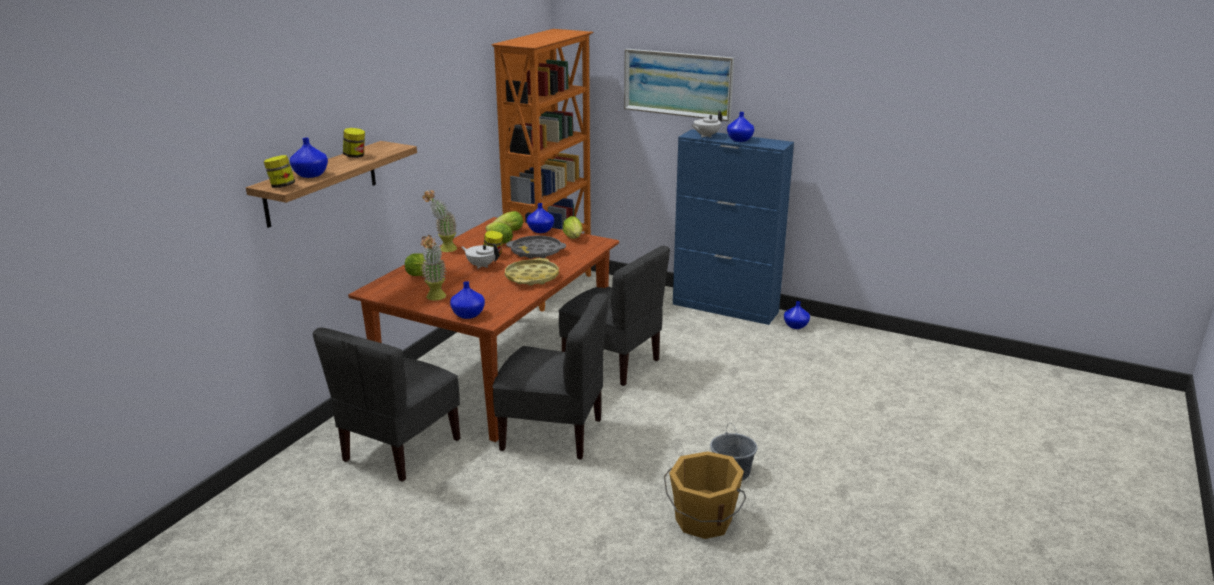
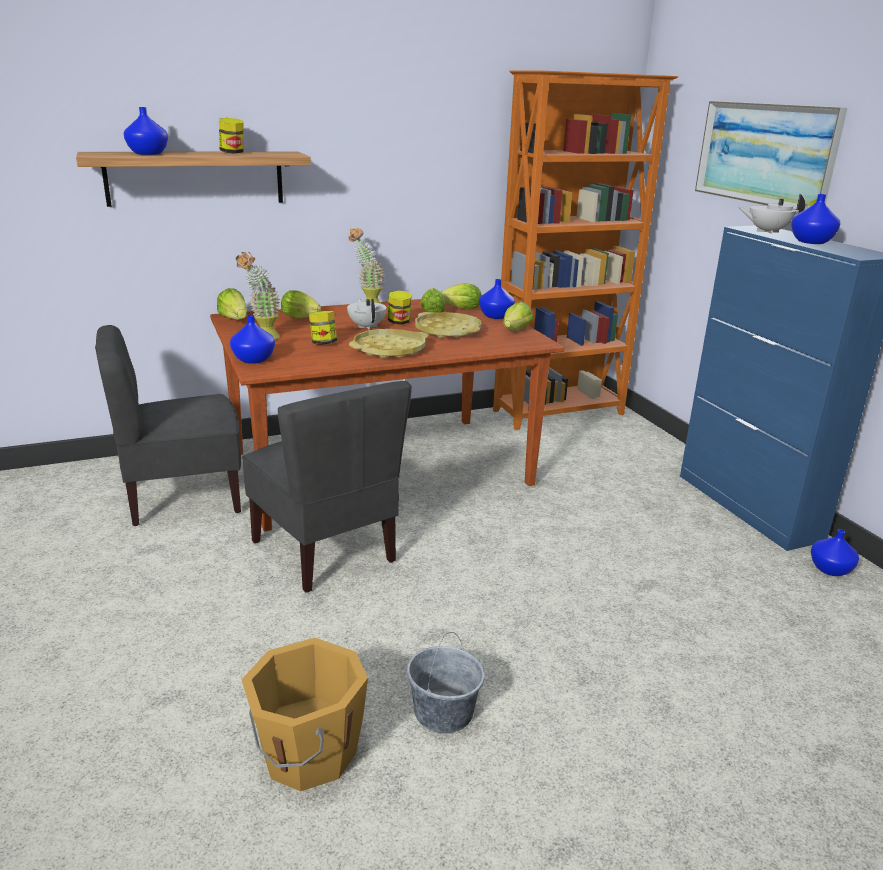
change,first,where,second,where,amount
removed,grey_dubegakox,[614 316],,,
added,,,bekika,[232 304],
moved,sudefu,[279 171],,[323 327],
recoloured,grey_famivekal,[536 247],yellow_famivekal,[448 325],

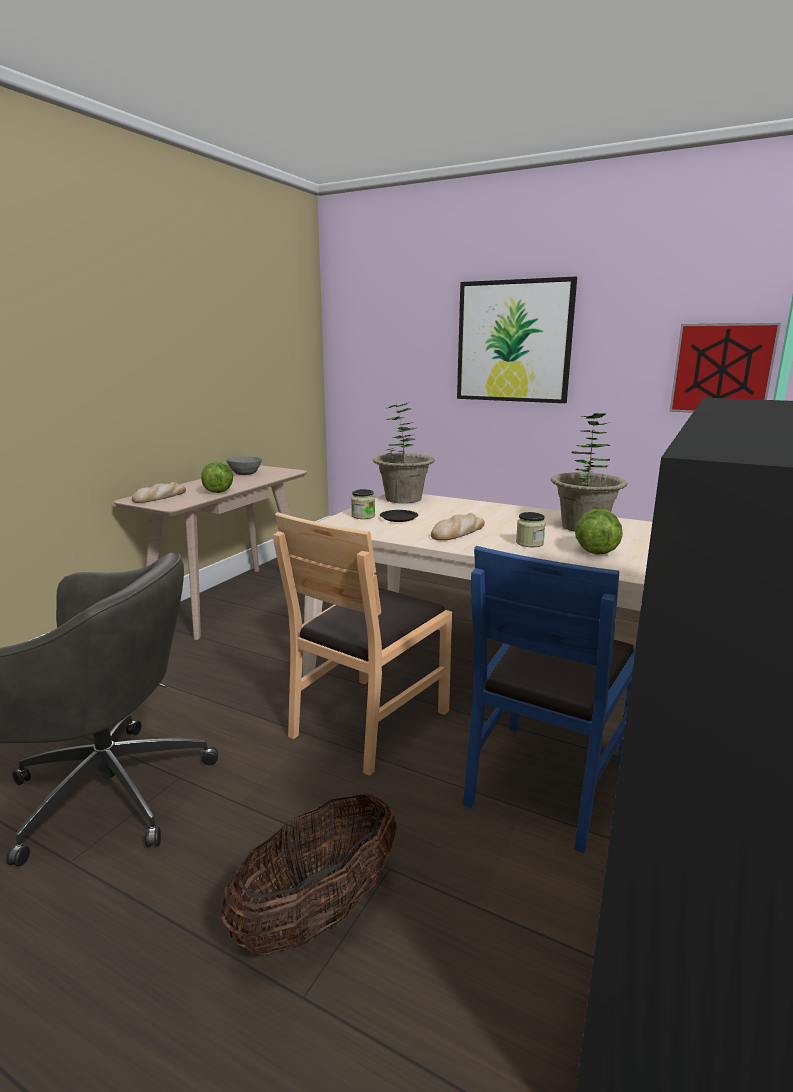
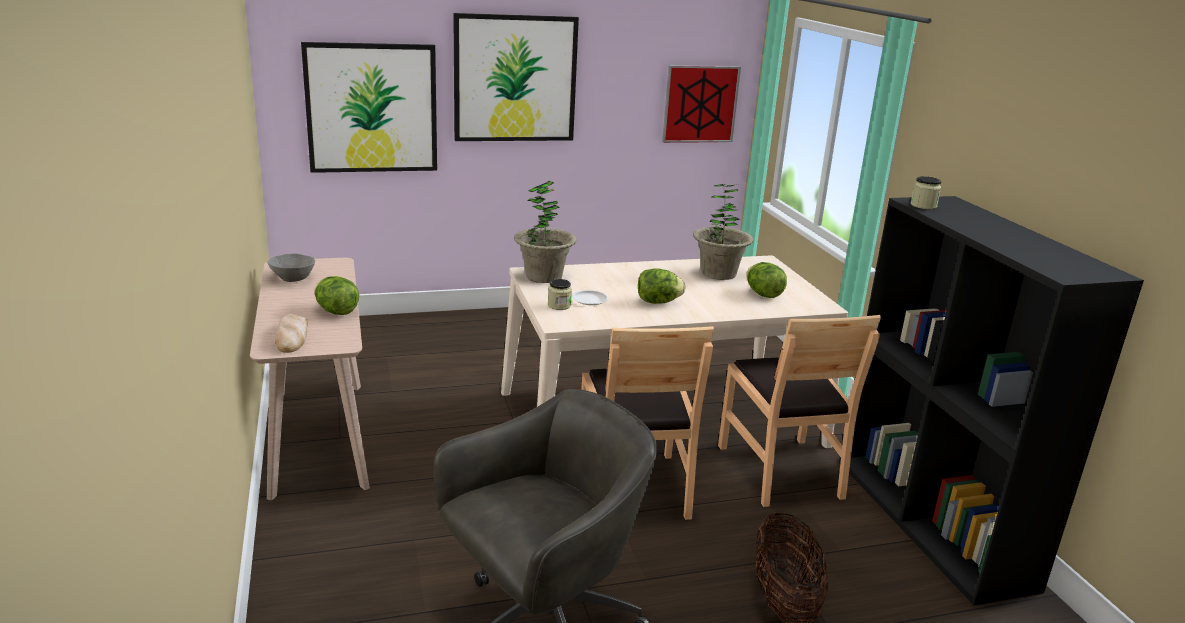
change,first,where,second,where,amount
added,,,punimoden,[369 107],
moved,sudefu,[531 529],,[926 192],
replaced,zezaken,[458 526],bekika,[661 286],
recoloured,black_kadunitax,[399 516],white_kadunitax,[590 297],
recoloured,blue_dubegakox,[549 699],brown_dubegakox,[799 411],

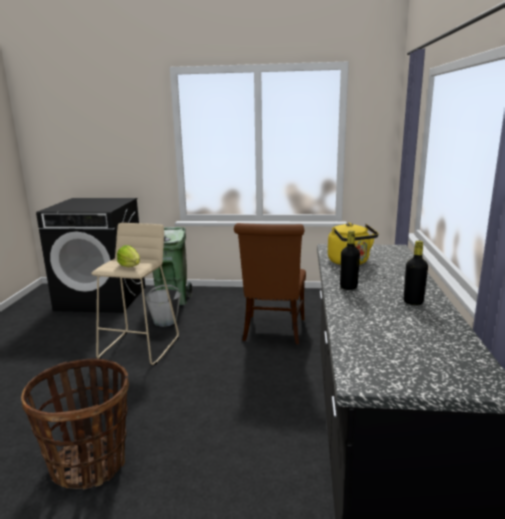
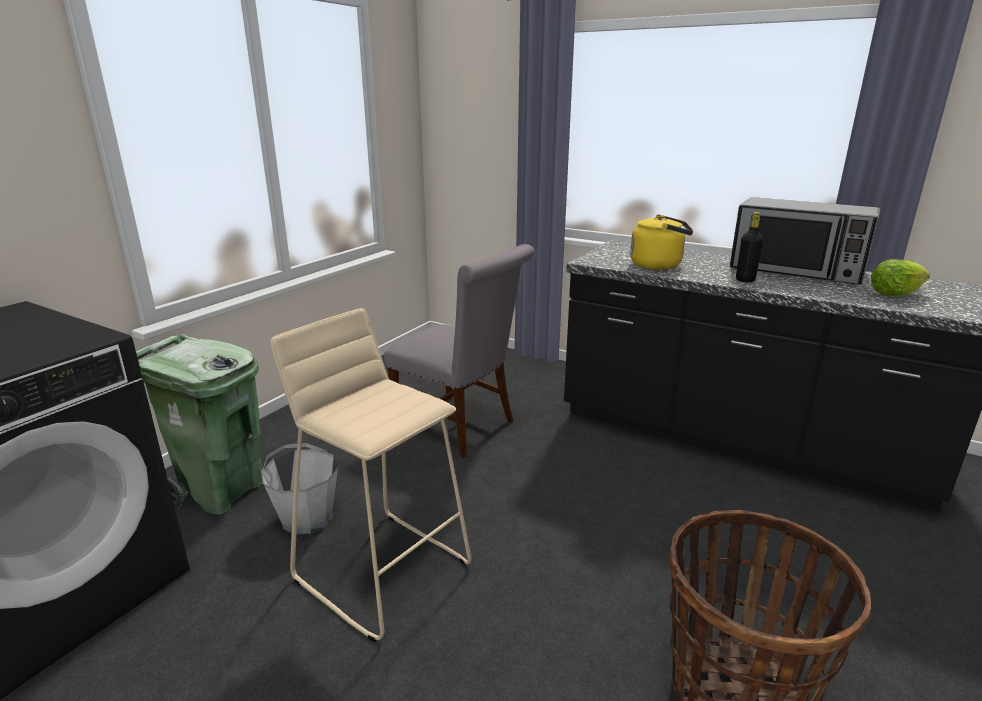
change,first,where,second,where,amount
moved,bekika,[128 256],,[900 277],
replaced,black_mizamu,[416 273],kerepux,[805 241],
recoloured,brown_dubegakox,[270 284],grey_dubegakox,[459 351],

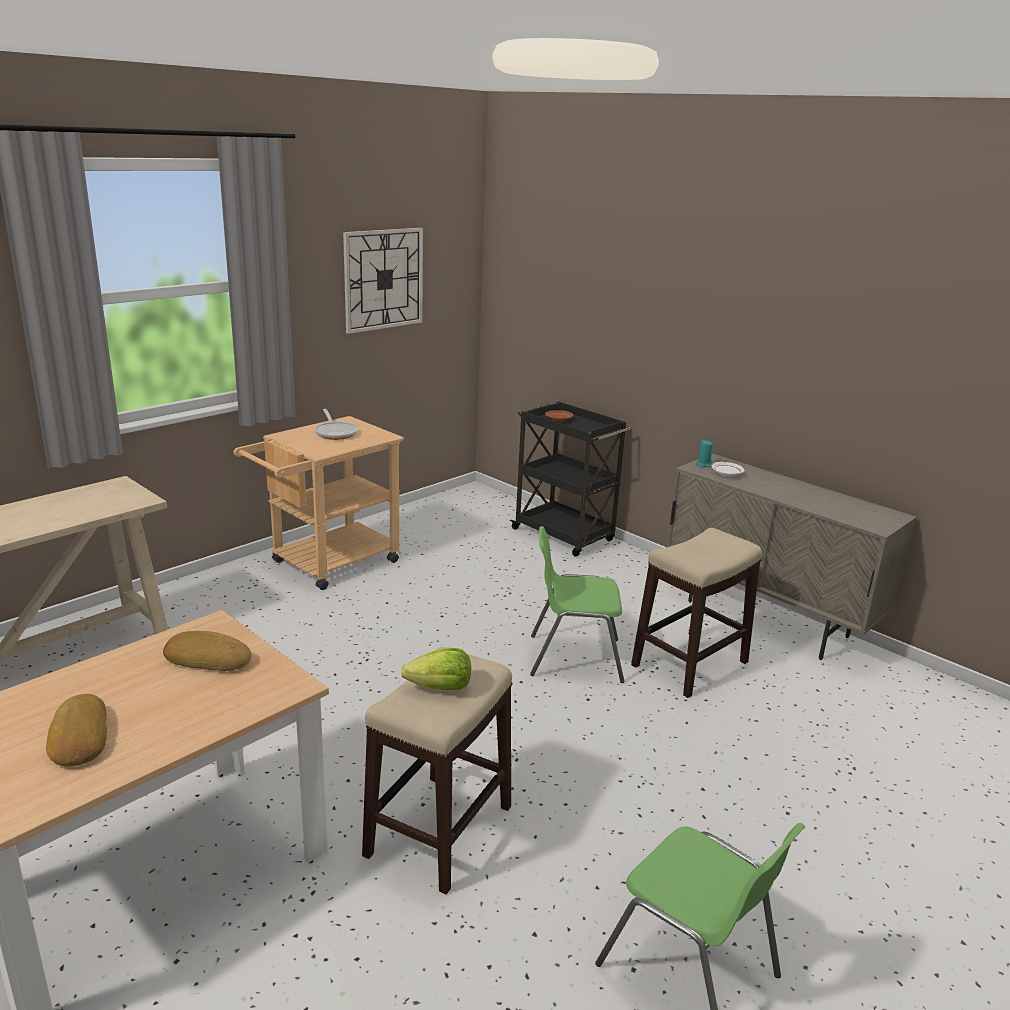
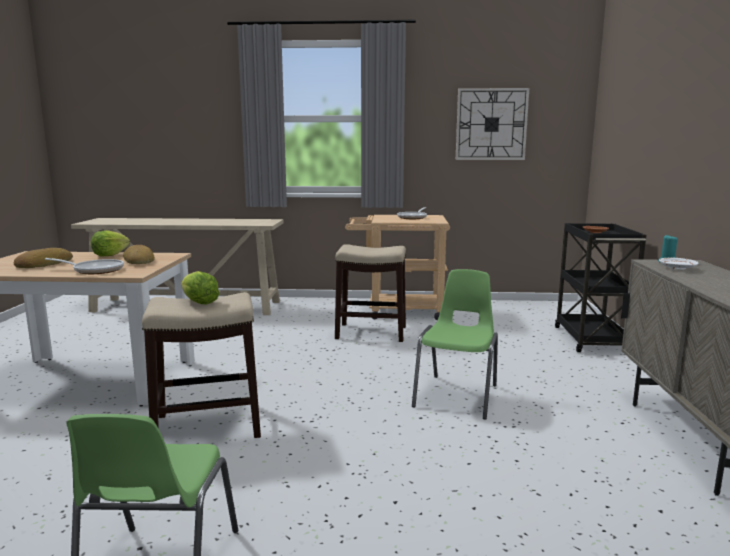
change,first,where,second,where,amount
added,,,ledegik,[84 266],
added,,,bekika,[110 243],
moved,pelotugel,[696 613],,[370 293],
turned,green_dubegakox,[577 604],,[455 344],60 degrees clockwise

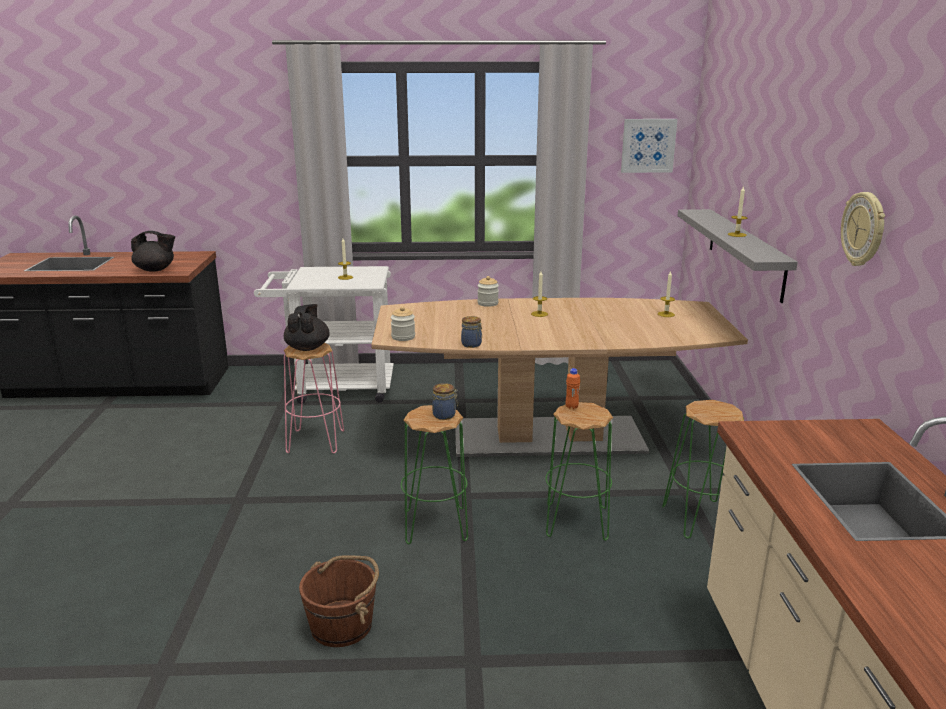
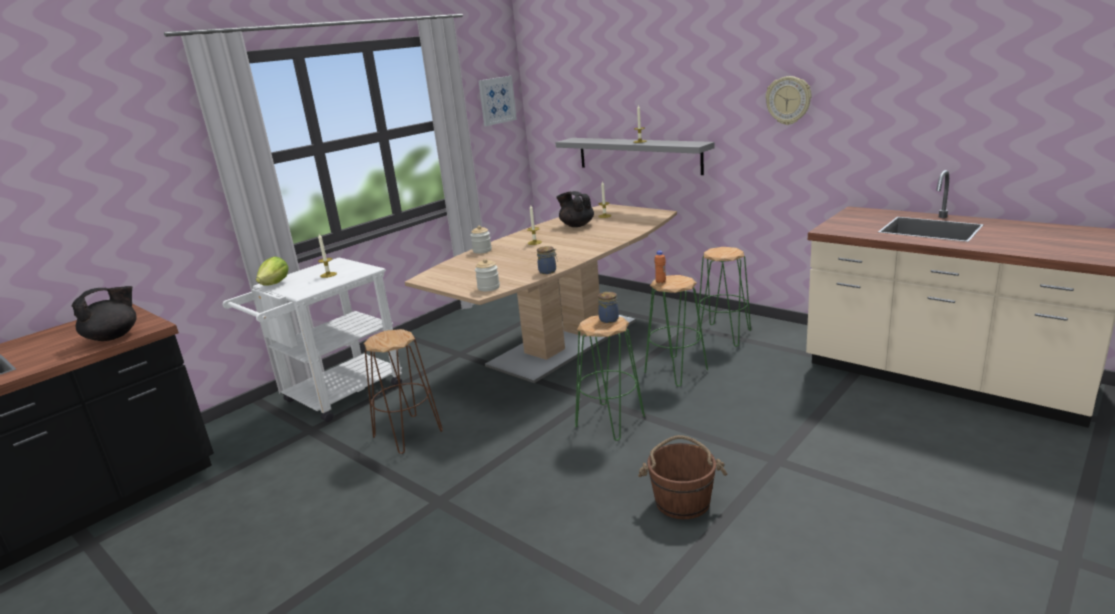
change,first,where,second,where,amount
added,,,bekika,[272 271],
moved,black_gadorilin,[307 327],,[575 209],
recoloured,pink_pelotugel,[314 398],brown_pelotugel,[403 391],

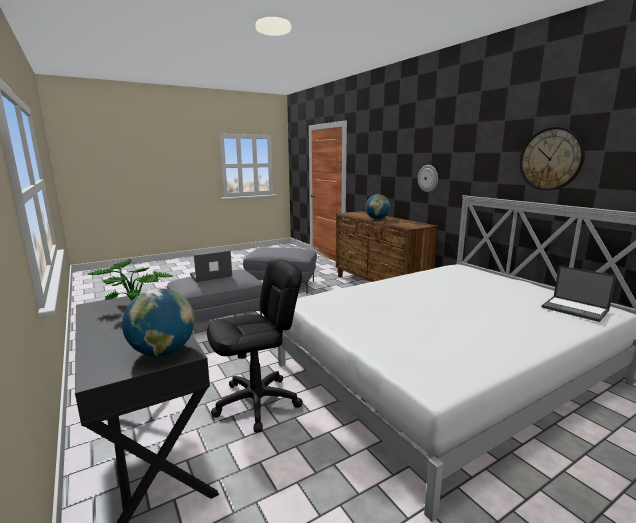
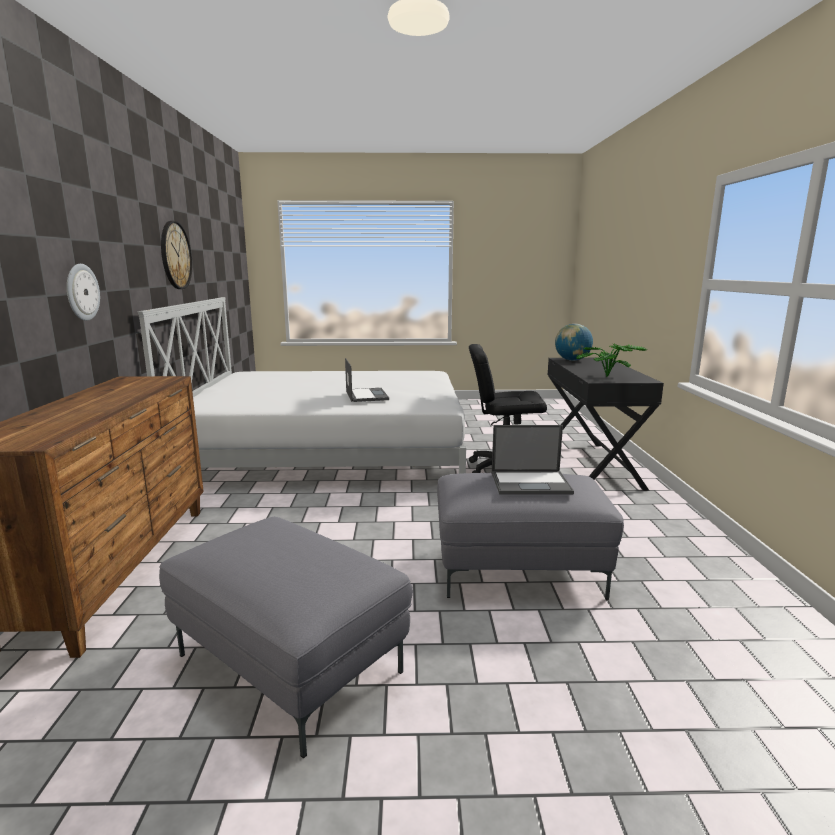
change,first,where,second,where,amount
removed,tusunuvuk,[377 206],,,
moved,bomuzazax,[578 294],,[367 380],

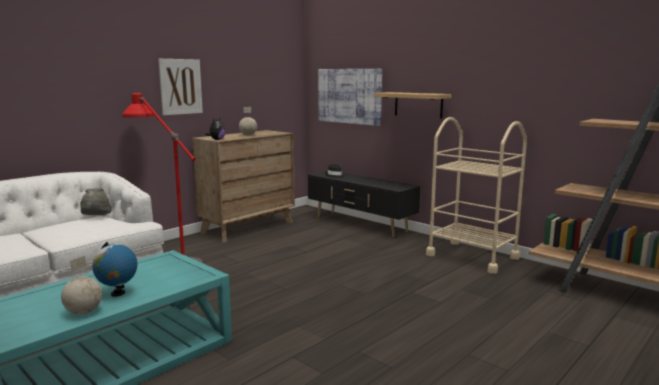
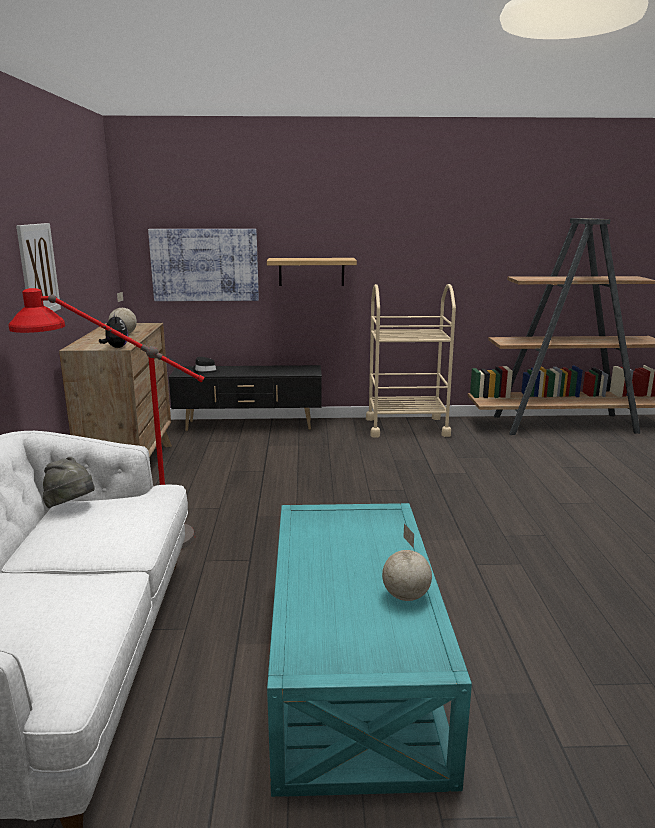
change,first,where,second,where,amount
removed,tusunuvuk,[114 269],,,

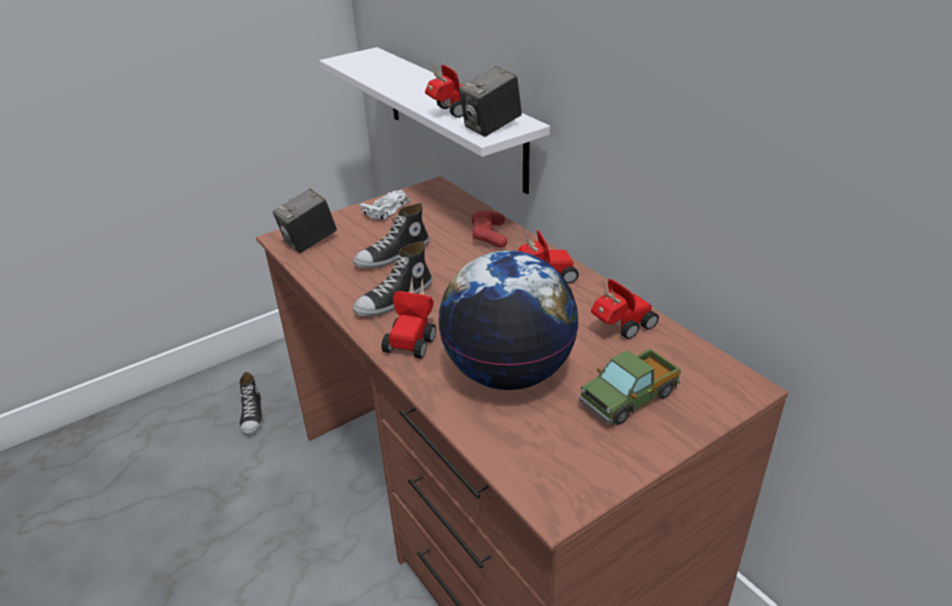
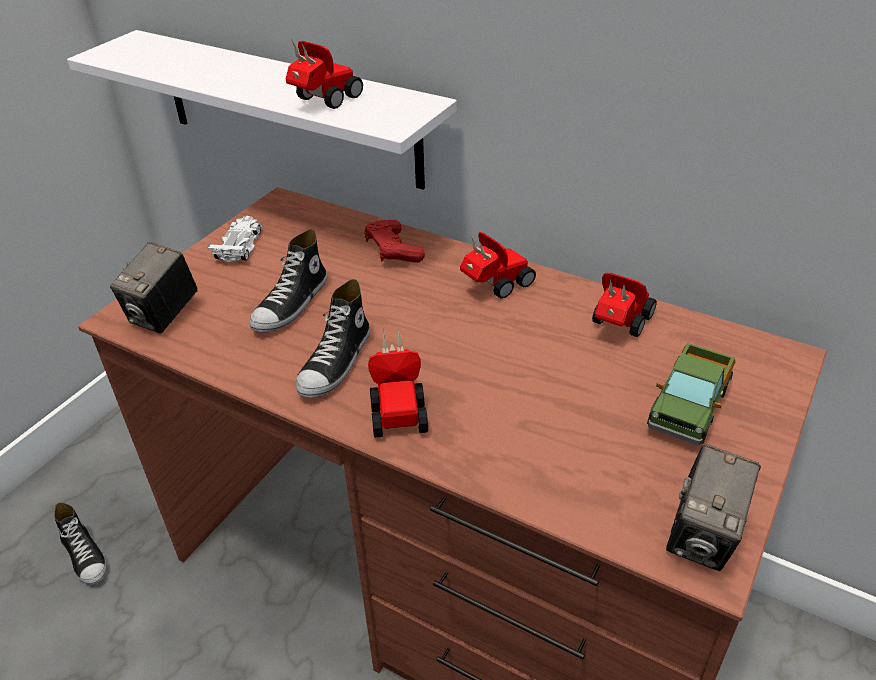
change,first,where,second,where,amount
removed,tusunuvuk,[508 320],,,
moved,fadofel,[490 101],,[713 507],

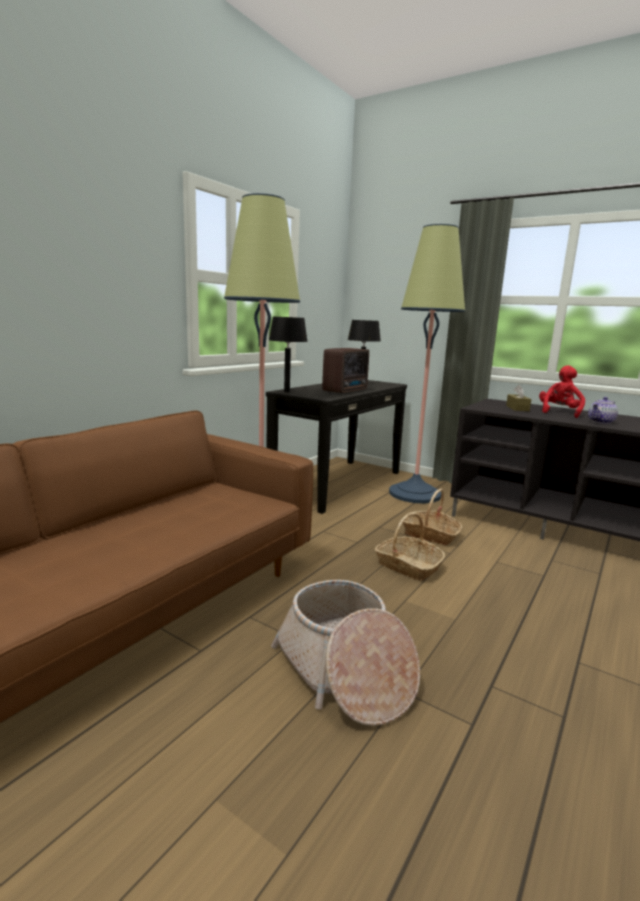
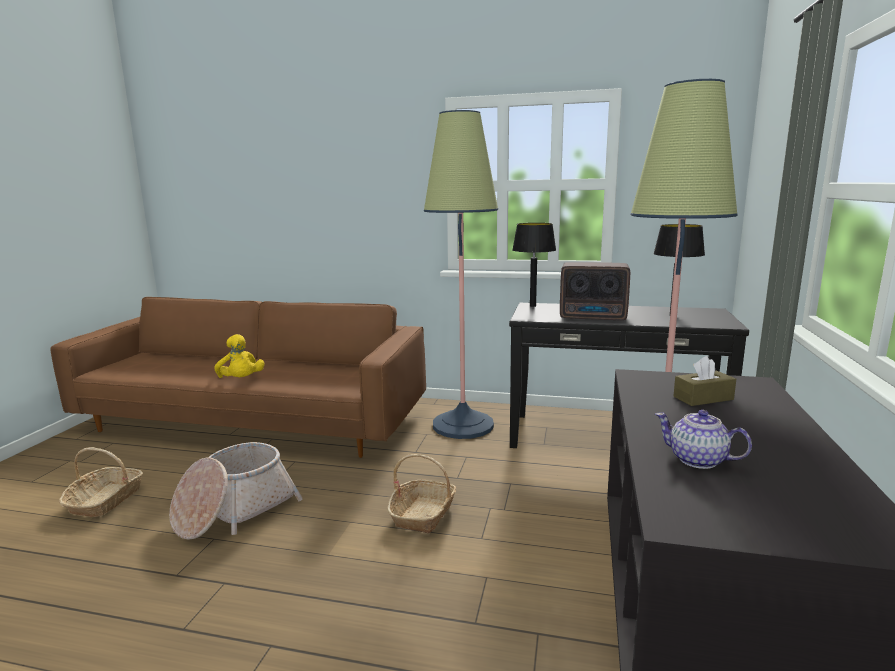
change,first,where,second,where,amount
removed,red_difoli,[562 391],,,
added,,,yellow_difoli,[239 356],
moved,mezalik,[432 517],,[101 482],

